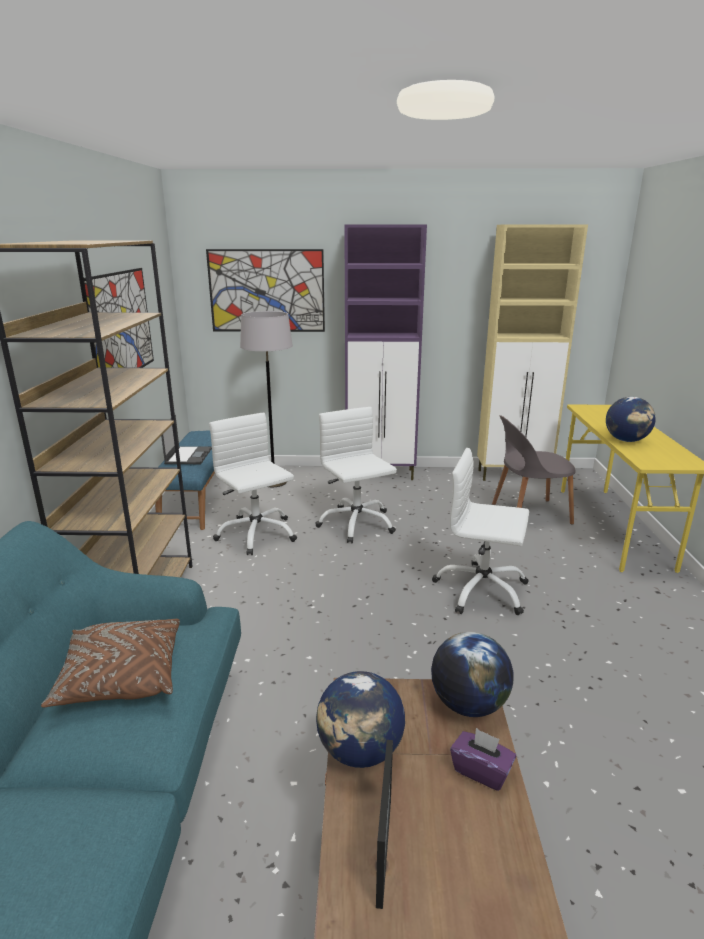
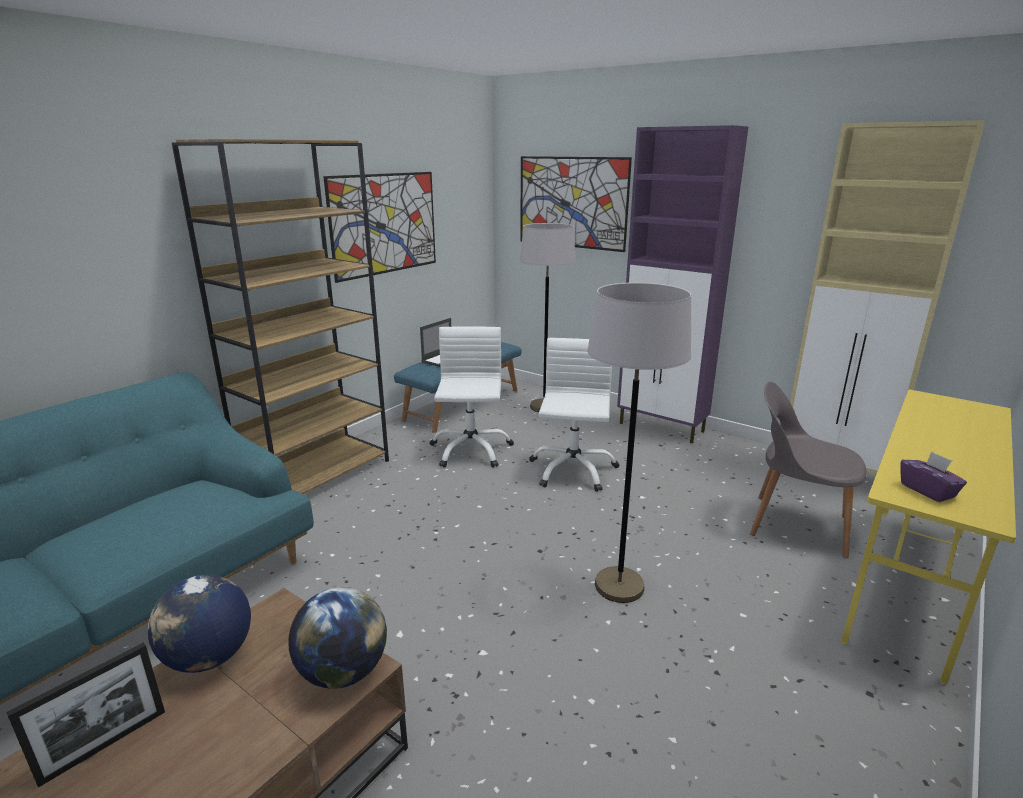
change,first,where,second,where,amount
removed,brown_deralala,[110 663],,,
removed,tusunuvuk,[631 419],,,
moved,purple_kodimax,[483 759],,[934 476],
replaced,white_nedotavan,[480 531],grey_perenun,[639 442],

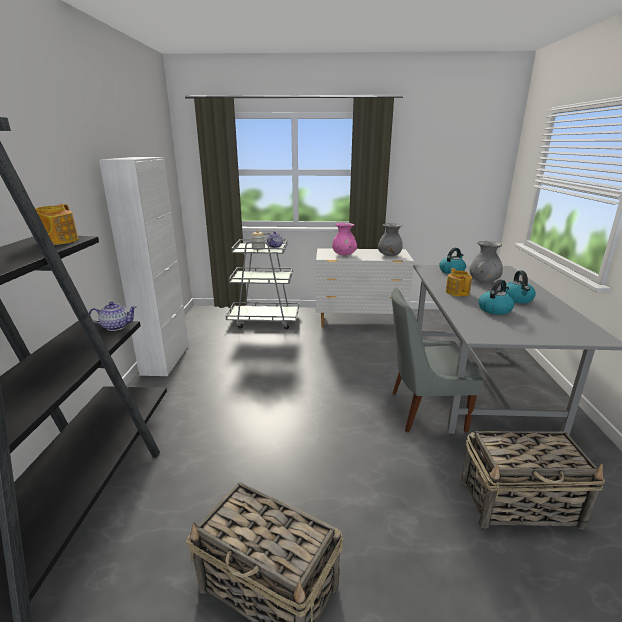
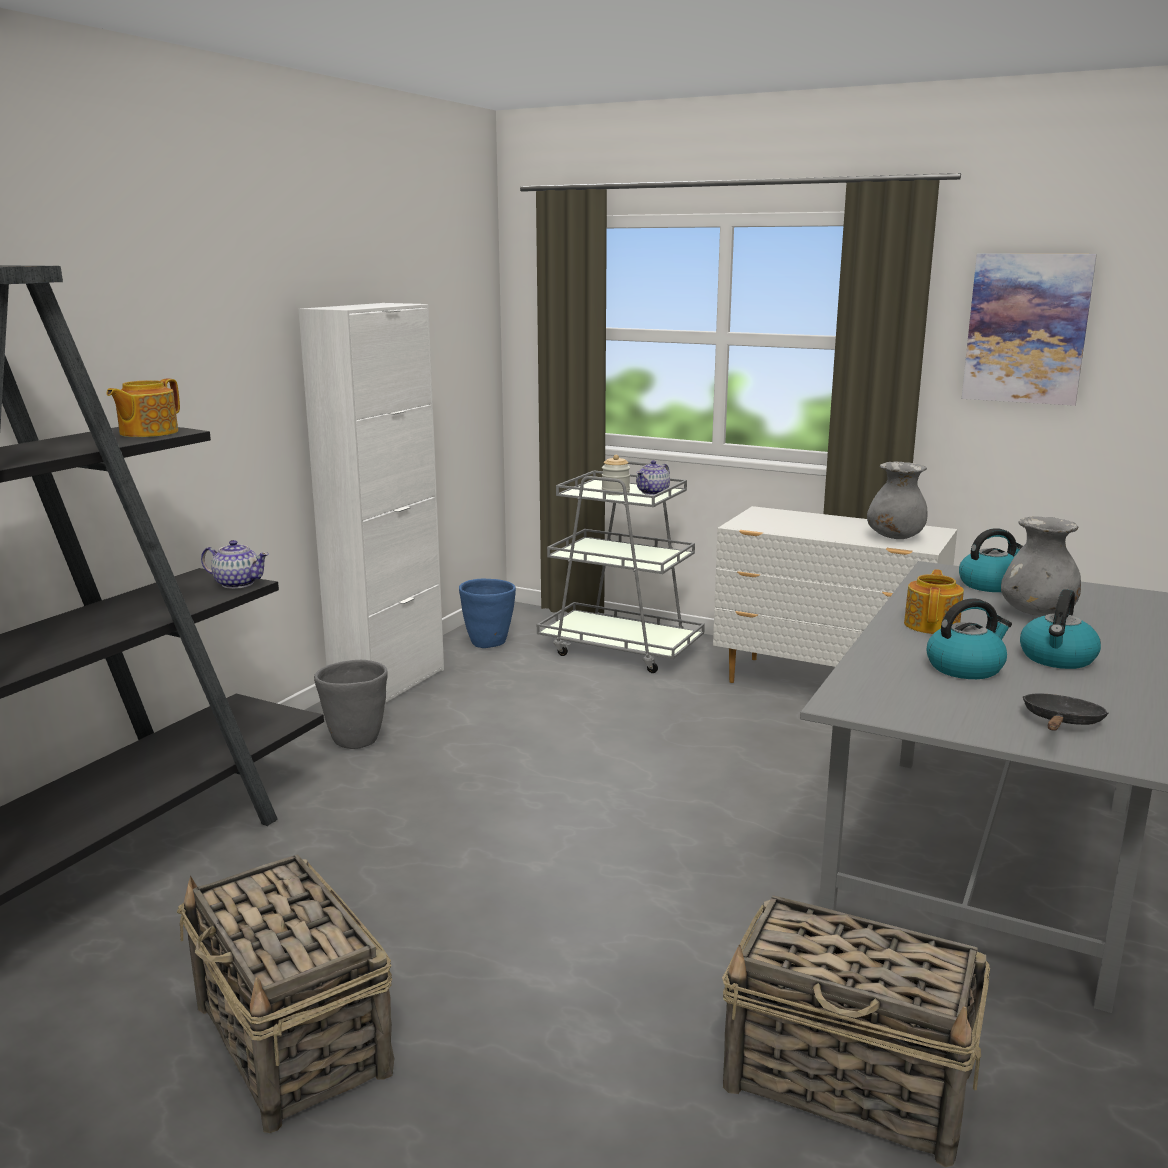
change,first,where,second,where,amount
removed,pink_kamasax,[344 239],,,
removed,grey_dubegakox,[437 359],,,
added,,,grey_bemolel,[351 704],
added,,,blue_bemolel,[487 613],
added,,,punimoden,[1029 330],
added,,,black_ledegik,[1065 712],

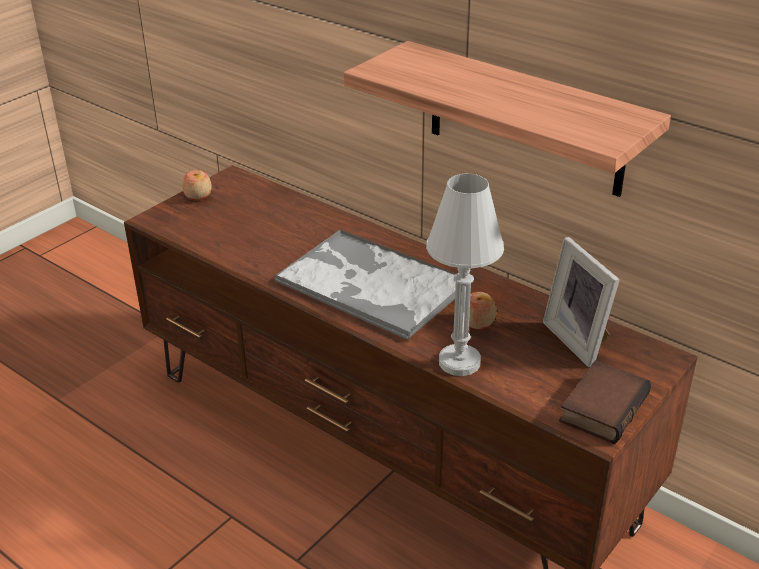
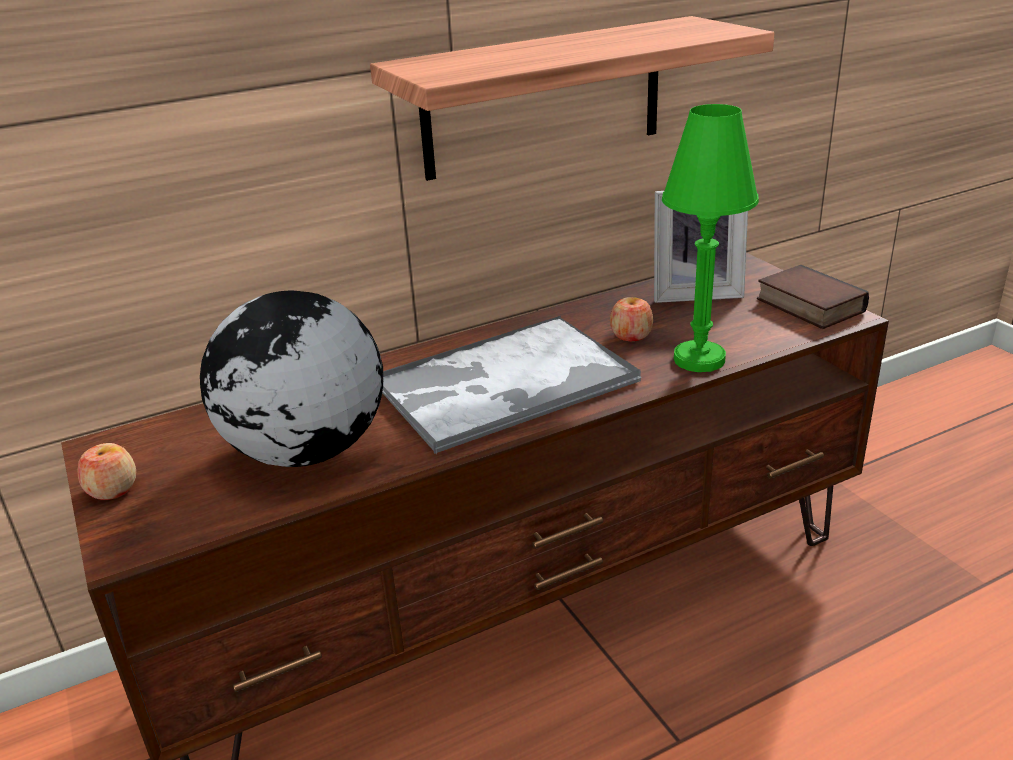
change,first,where,second,where,amount
added,,,tusunuvuk,[291 379],
recoloured,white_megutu,[465 275],green_megutu,[710 238],

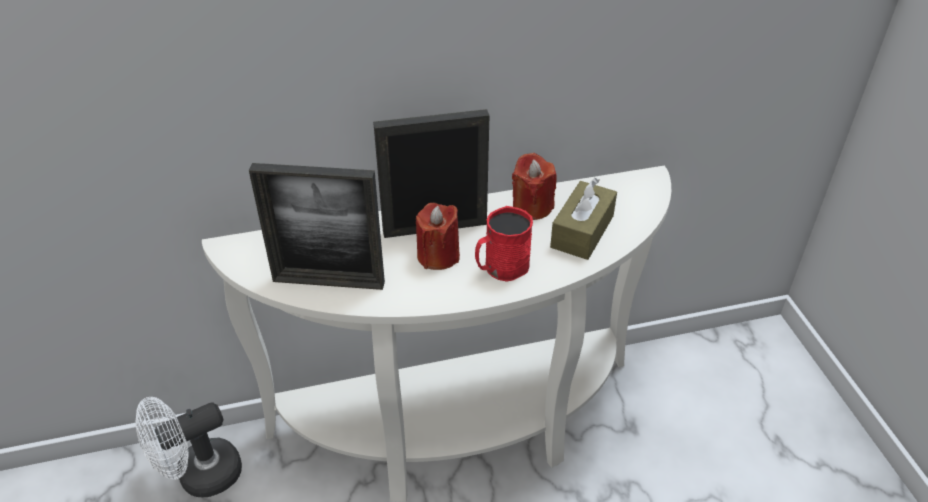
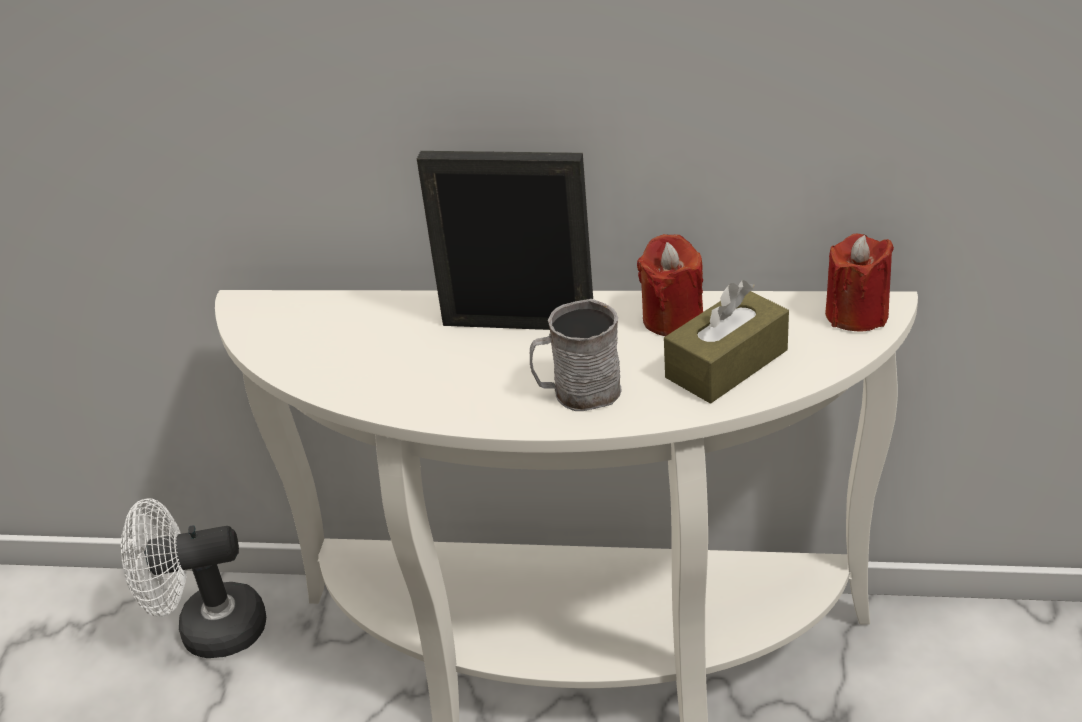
change,first,where,second,where,amount
removed,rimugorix,[317 226],,,
moved,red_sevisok,[438 236],,[859 283],
recoloured,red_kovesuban,[504 244],grey_kovesuban,[576 355],

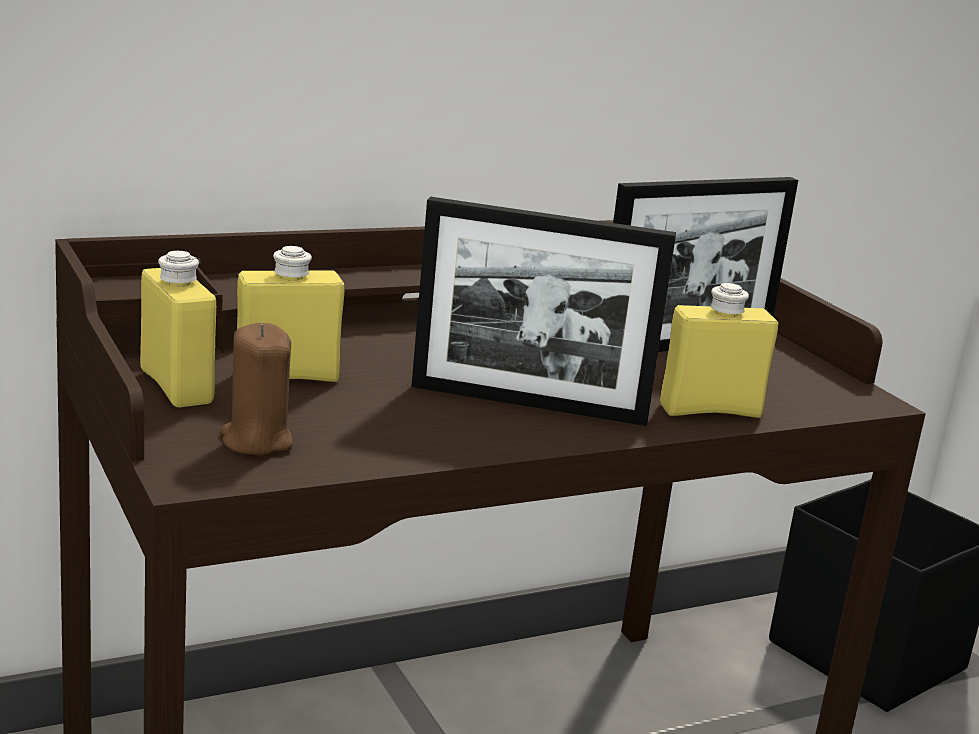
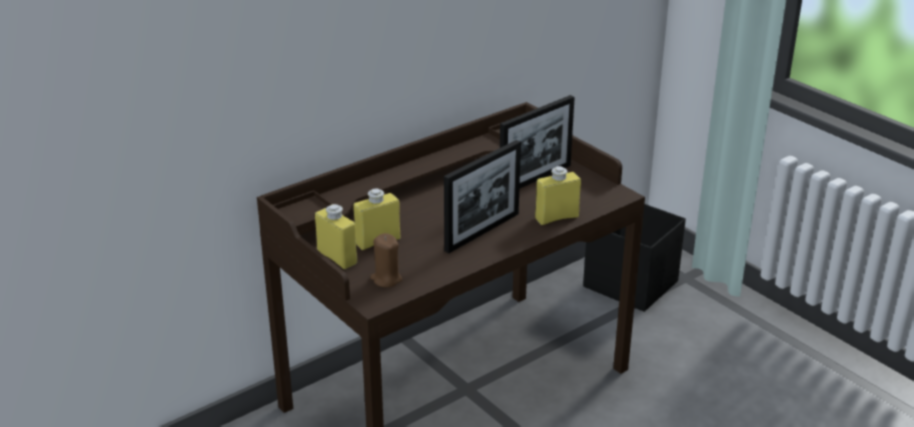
change,first,where,second,where,amount
turned,rimugorix,[543 311],,[482 196],45 degrees counterclockwise

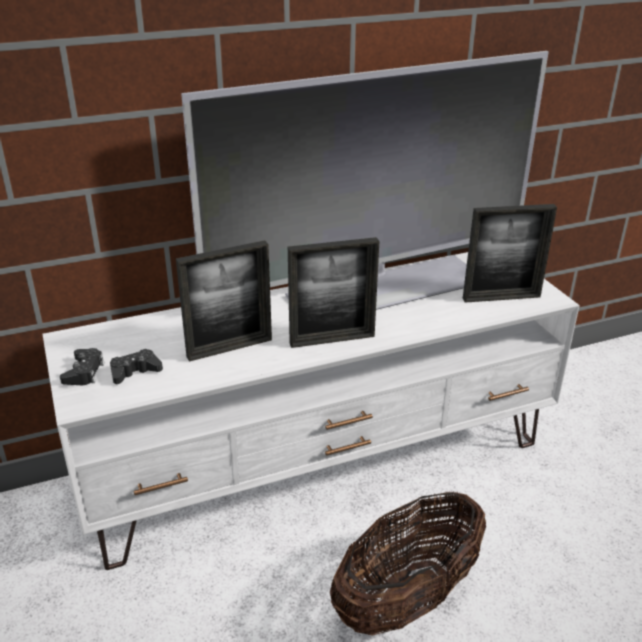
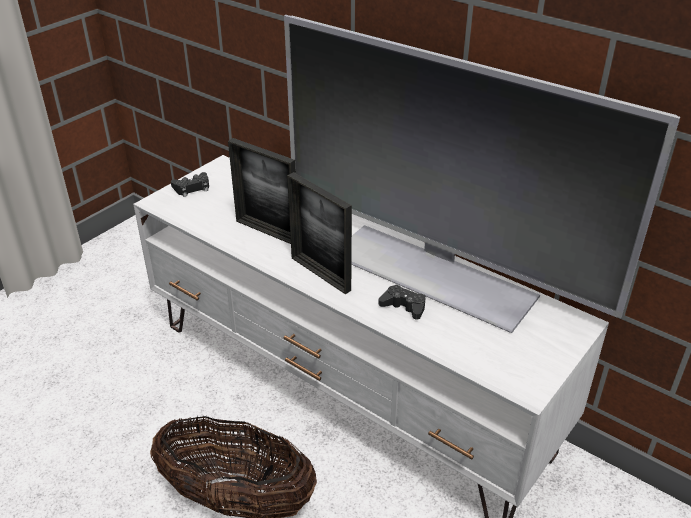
change,first,where,second,where,amount
removed,rimugorix,[510 253],,,
moved,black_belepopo,[136 366],,[401 302],

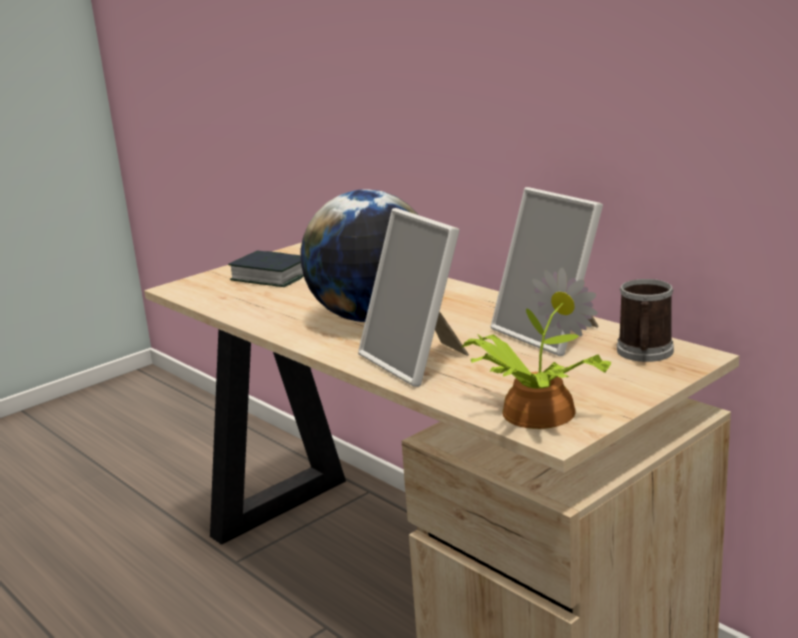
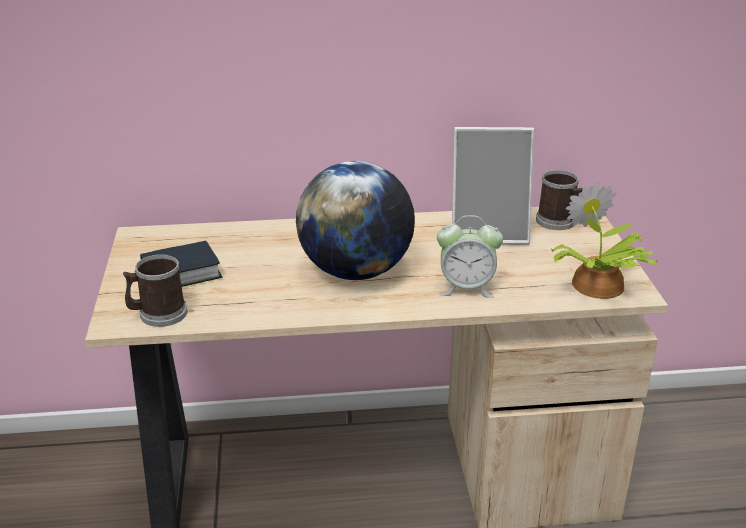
change,first,where,second,where,amount
added,,,kovesuban,[155 290],
replaced,rimugorix,[413 297],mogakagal,[470 256],

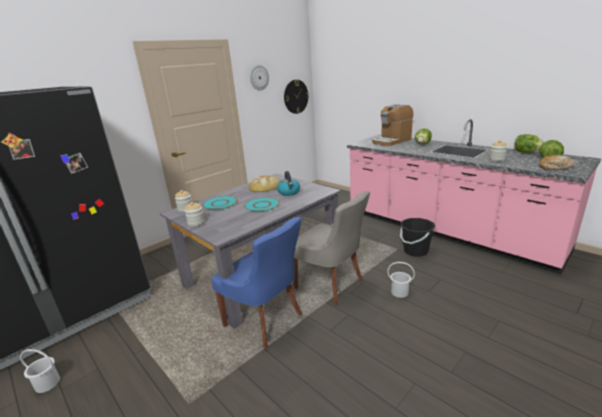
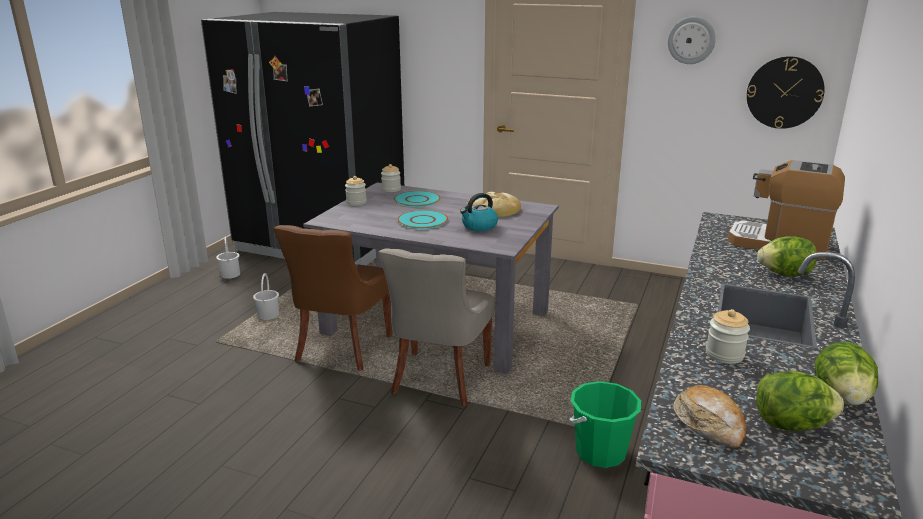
change,first,where,second,where,amount
moved,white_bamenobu,[401 280],,[266 296],
recoloured,blue_dubegakox,[257 283],brown_dubegakox,[332 298],
recoloured,black_bamenobu,[418 237],green_bamenobu,[605 424],

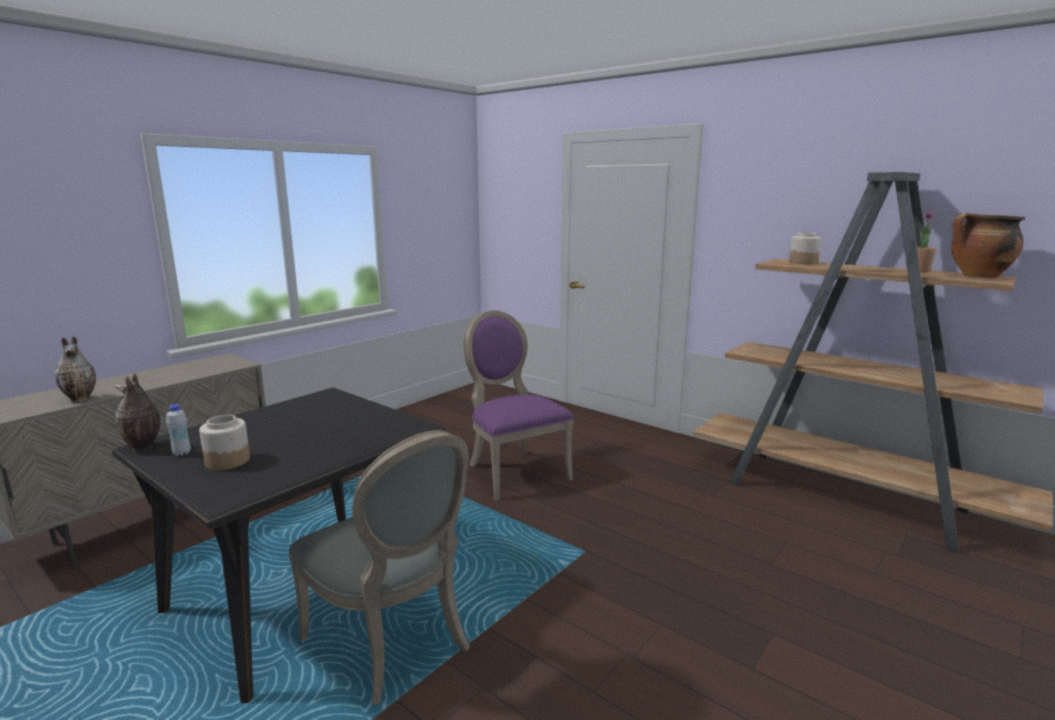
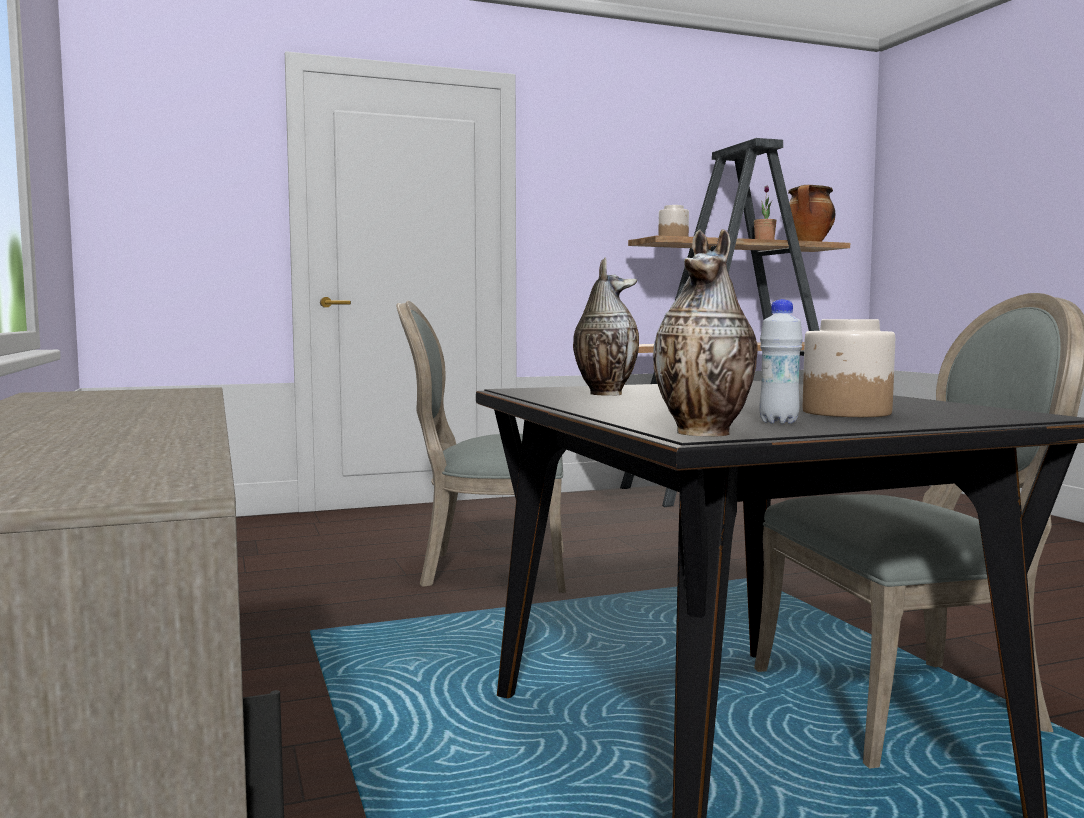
change,first,where,second,where,amount
moved,kamasax,[75 369],,[606 326],
recoloured,purple_dubegakox,[518 406],grey_dubegakox,[481 447],

